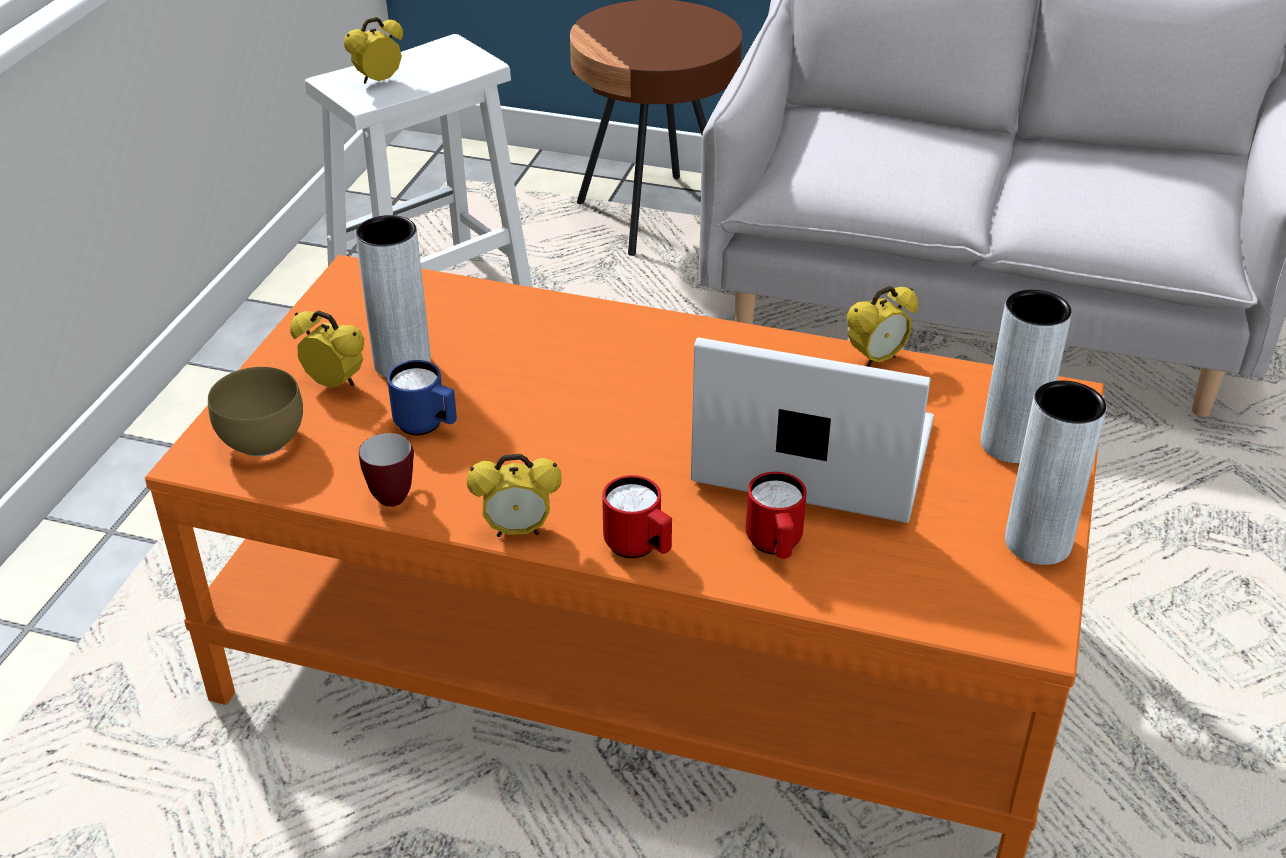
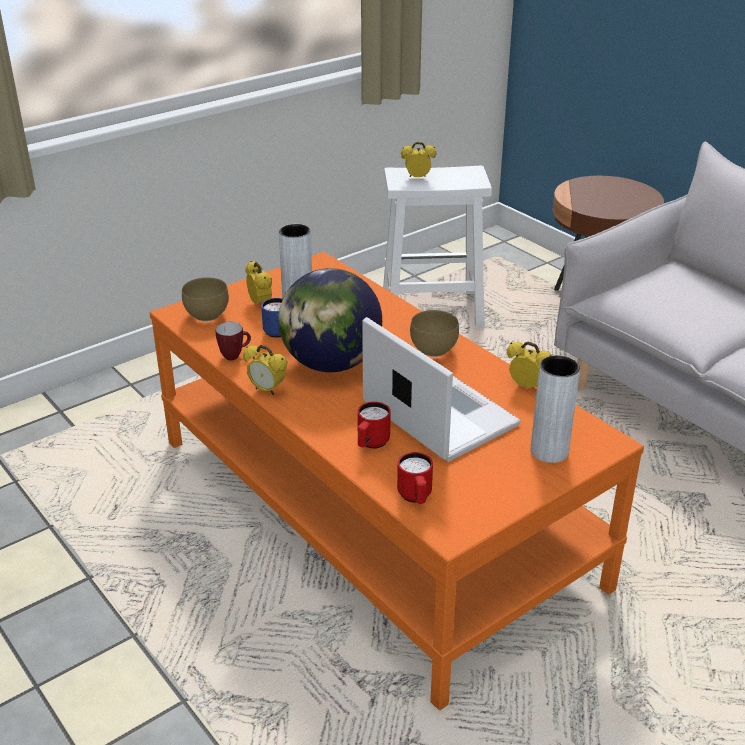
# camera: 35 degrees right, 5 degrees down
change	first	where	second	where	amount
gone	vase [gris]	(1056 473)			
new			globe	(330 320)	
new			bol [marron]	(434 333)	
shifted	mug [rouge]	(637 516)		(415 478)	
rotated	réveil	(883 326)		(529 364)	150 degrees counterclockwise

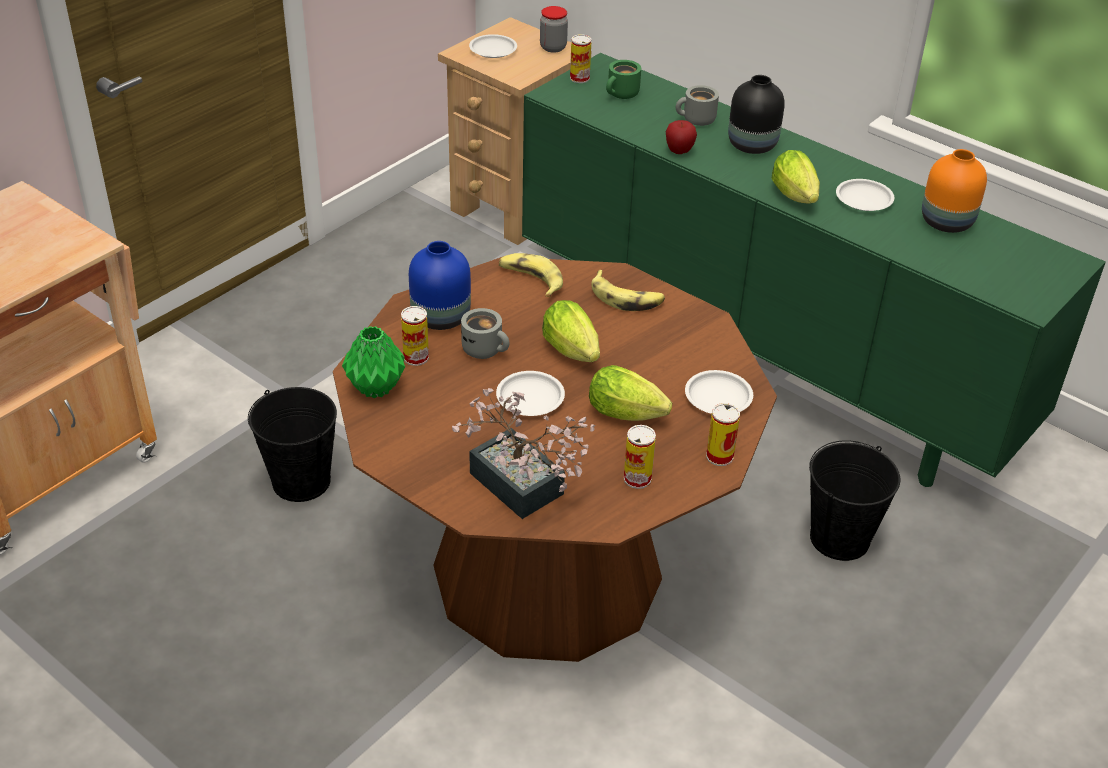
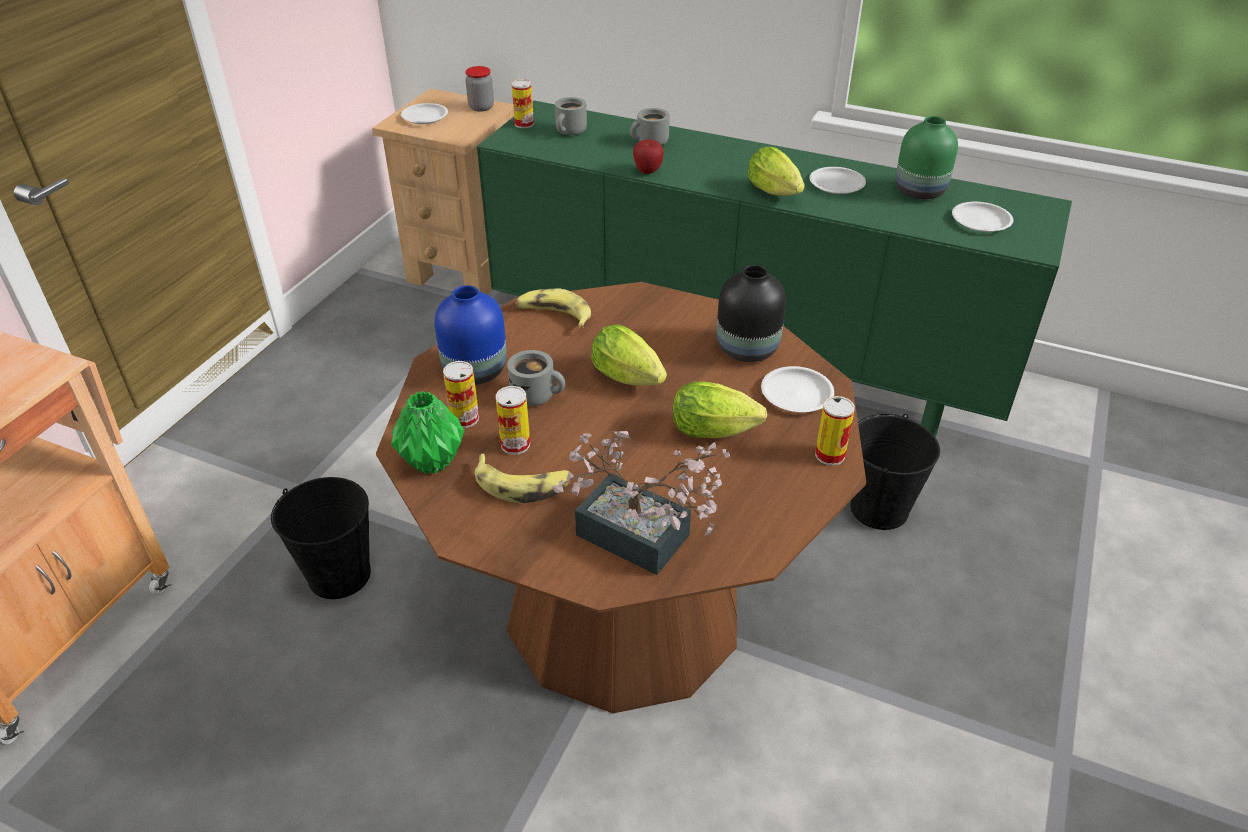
# camera: 15 degrees left, 0 degrees up
change	first	where	second	where	amount
shifted	assiette [blanc]	(530 393)		(982 217)	
shifted	banane	(628 290)		(522 478)	
shifted	boîte métallique	(640 457)		(513 420)	
shifted	vase [noir]	(756 114)		(751 313)	
repainted	mug [vert]	(623 79)	mug [gris]	(571 116)	
repainted	vase [orange]	(954 191)	vase [vert]	(926 158)	

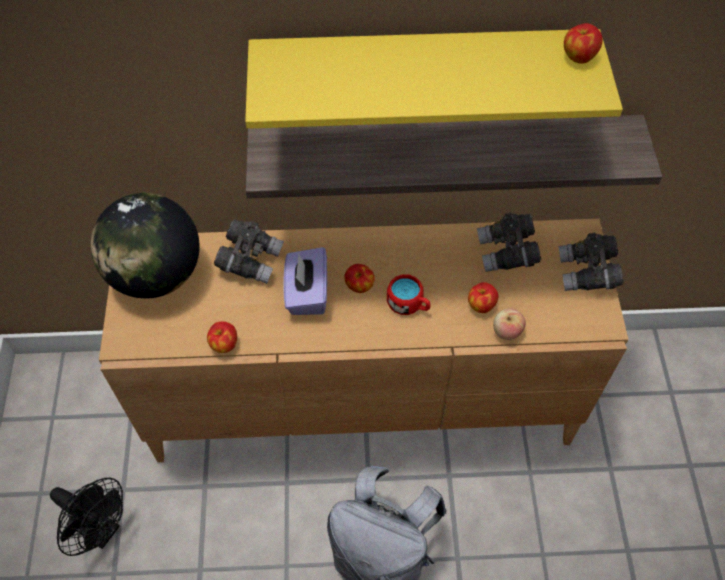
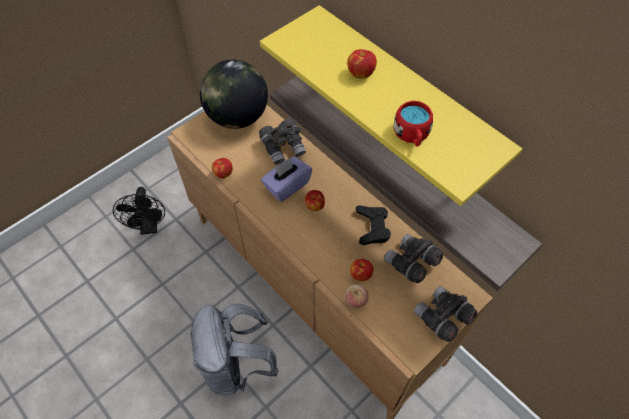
# camera: 50 degrees right, 0 degrees up
change	first	where	second	where	amount
new			manette [noir]	(373 225)	
shifted	mug [rouge]	(409 294)		(413 124)	
shifted	pomme	(583 43)		(362 64)	

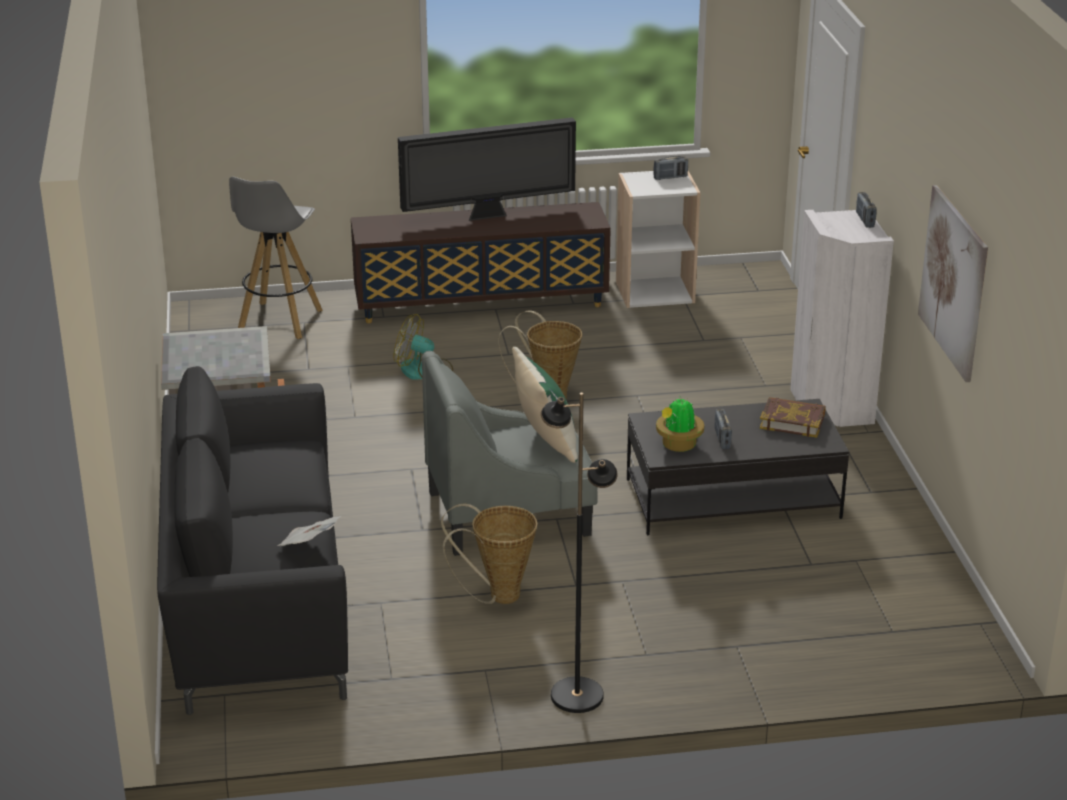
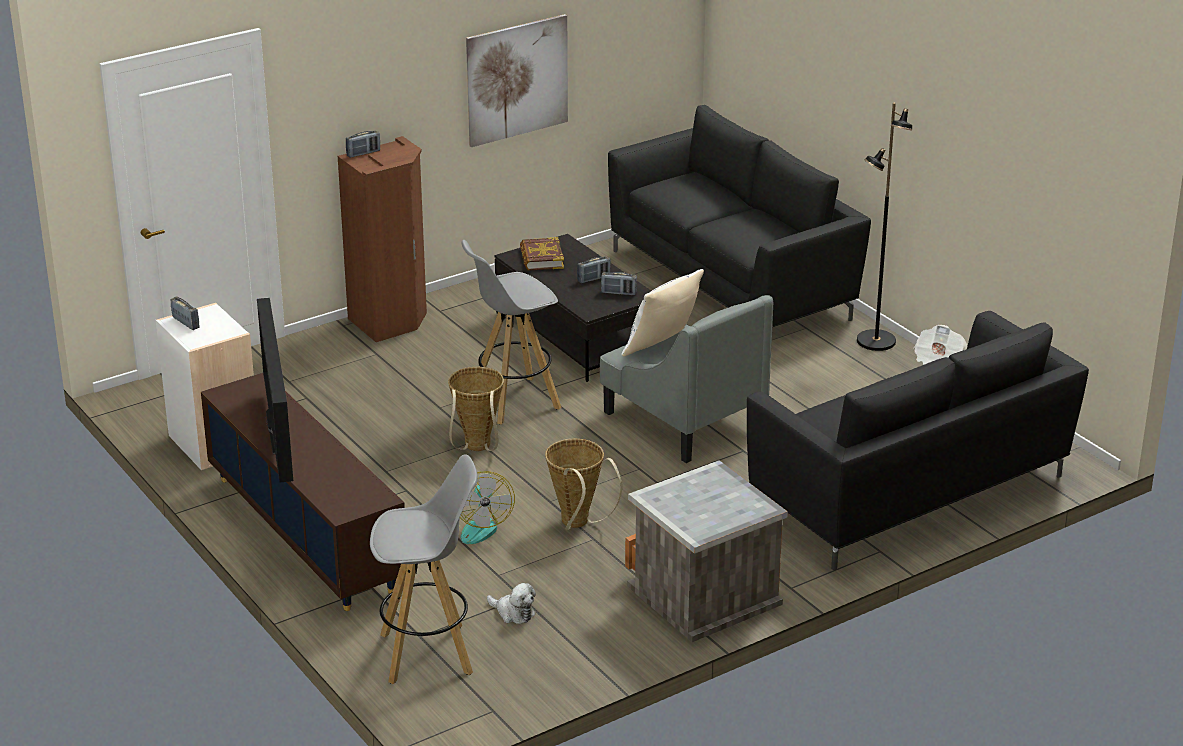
# camera: 115 degrees left, 0 degrees up
change	first	where	second	where	amount
new			tabouret [gris]	(511 332)	
new			peluche	(511 603)	
new			canapé [noir]	(739 216)	
shifted	panier	(489 554)		(583 484)	
swapped	plante en pot	(680 424)	radio	(619 283)	
repainted	coussin [vert]	(545 405)	coussin [blanc]	(662 313)	
repainted	meuble de rangement [blanc]	(842 318)	meuble de rangement [marron]	(382 239)	
rotated	téléviseur	(487 169)		(275 390)	150 degrees counterclockwise

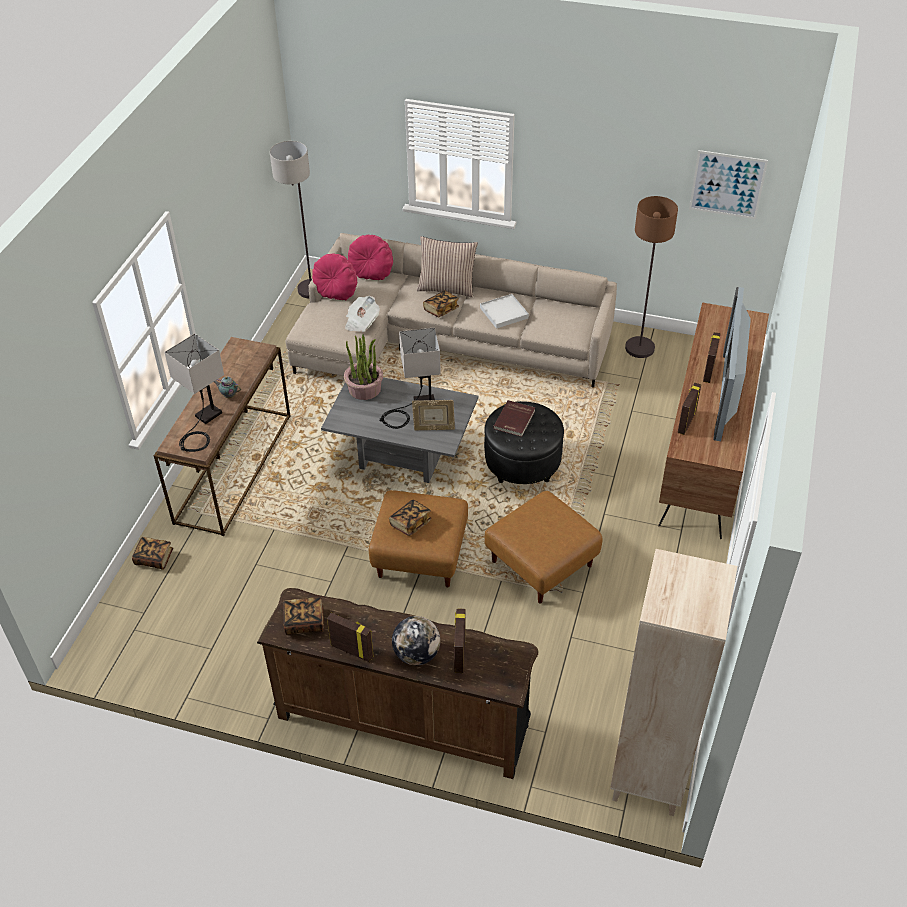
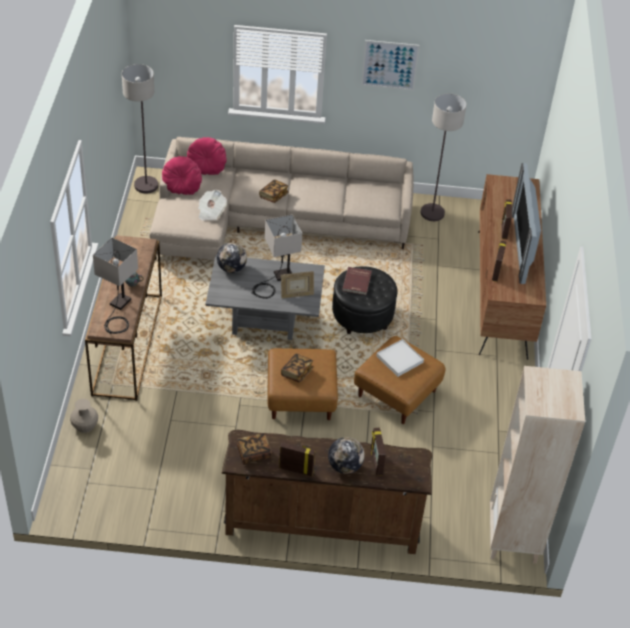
# camera: 15 degrees left, 0 degrees up
change	first	where	second	where	amount
gone	coussin	(447 267)			
shifted	plateau [blanc]	(504 311)		(400 358)	
shifted	tableau	(728 184)		(390 65)	
swapped	livre	(152 553)	vase [beige]	(84 416)	
swapped	plante en pot	(363 367)	globe	(232 257)	
repainted	lampadaire [marron]	(651 277)	lampadaire [gris]	(443 157)	

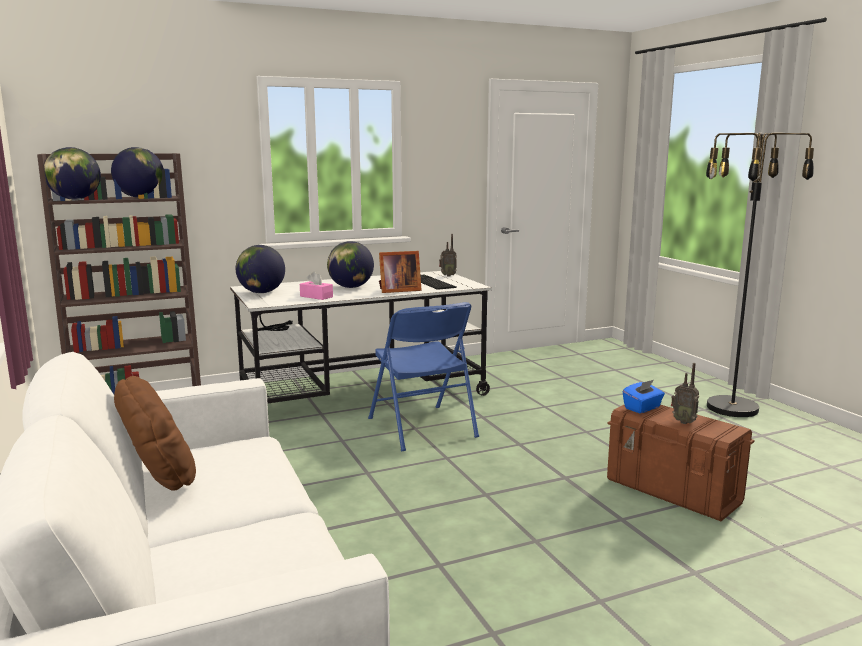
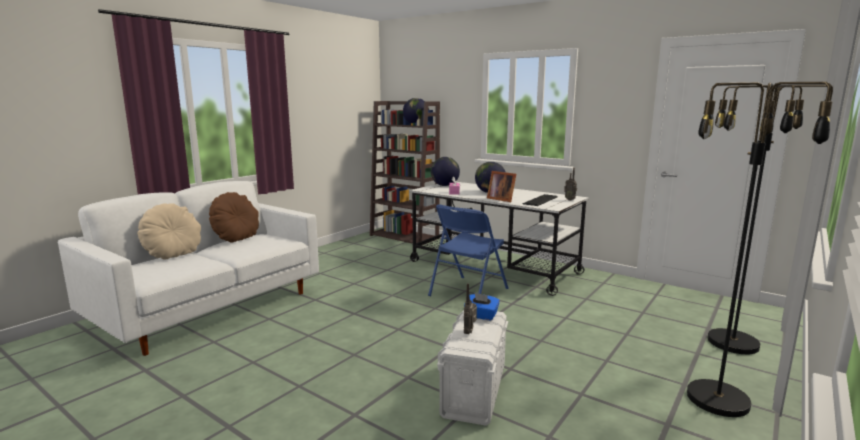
# camera: 60 degrees right, 0 degrees up
change	first	where	second	where	amount
gone	globe	(72 173)			
new			coussin [beige]	(169 231)	
new			lampadaire	(767 219)	
repainted	boîte de rangement [marron]	(680 462)	boîte de rangement [blanc]	(472 368)	

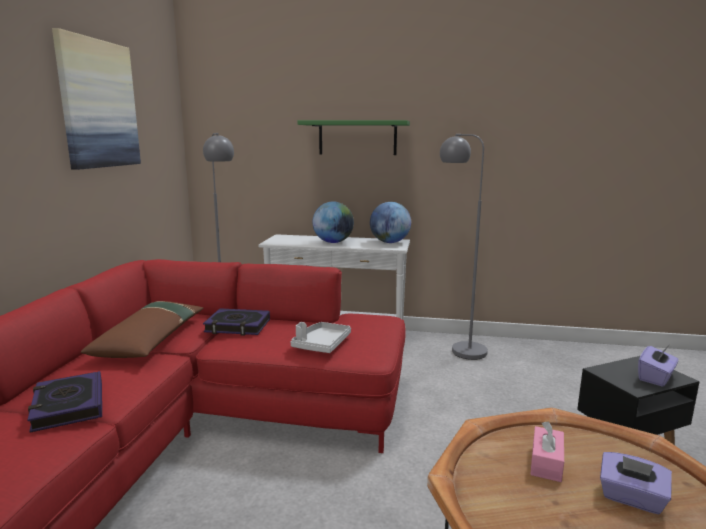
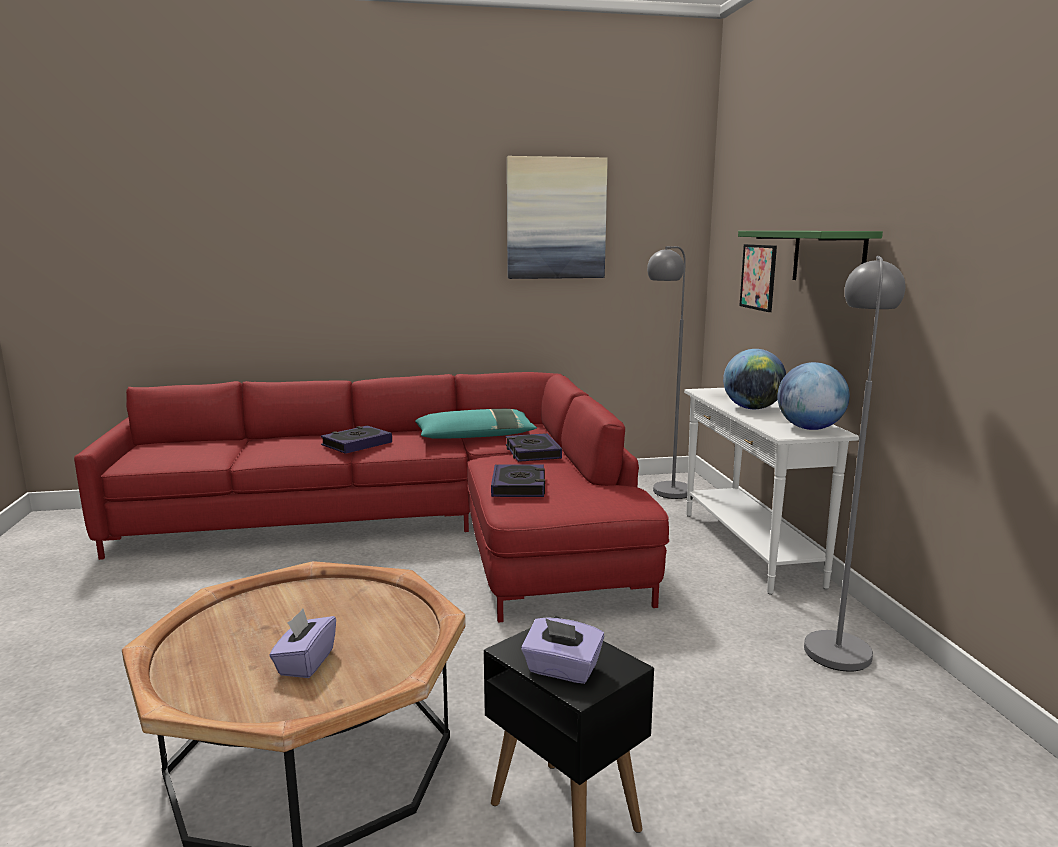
# camera: 70 degrees right, 0 degrees up
change	first	where	second	where	amount
gone	boîte à mouchoirs [rose]	(547 452)			
new			tableau	(758 278)	
swapped	plateau [gris]	(320 337)	livre	(518 480)	
repainted	coussin [marron]	(142 329)	coussin [turquoise]	(476 424)	

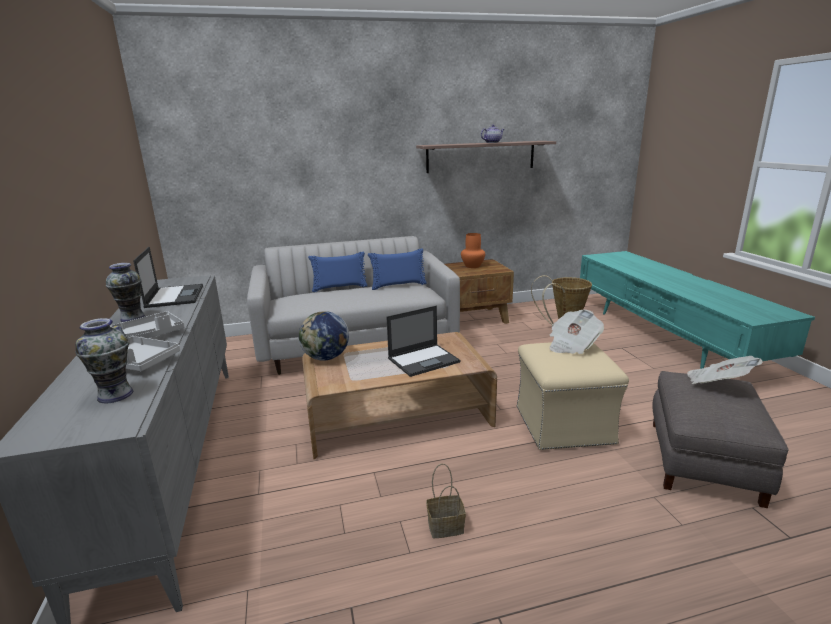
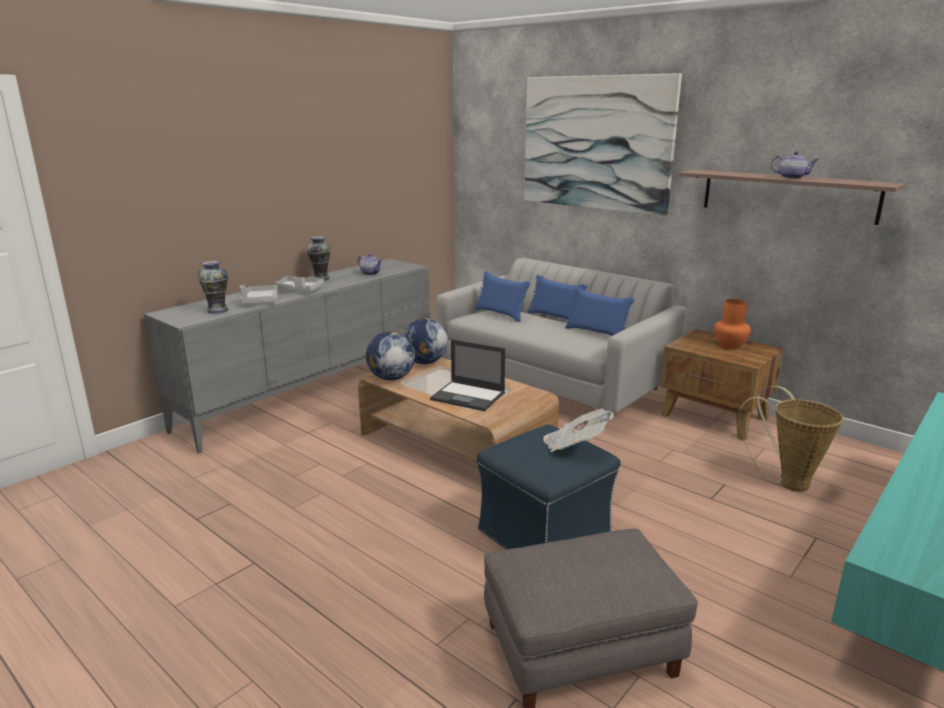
# camera: 55 degrees right, 0 degrees up
change	first	where	second	where	amount
gone	panier	(446 500)			
gone	journal	(724 370)			
new			globe	(390 355)	
new			coussin [bleu]	(503 296)	
new			tableau	(603 144)	
swapped	ordinateur portable	(168 277)	théière	(370 264)	
repainted	pouf [beige]	(573 396)	pouf [bleu]	(549 486)	

